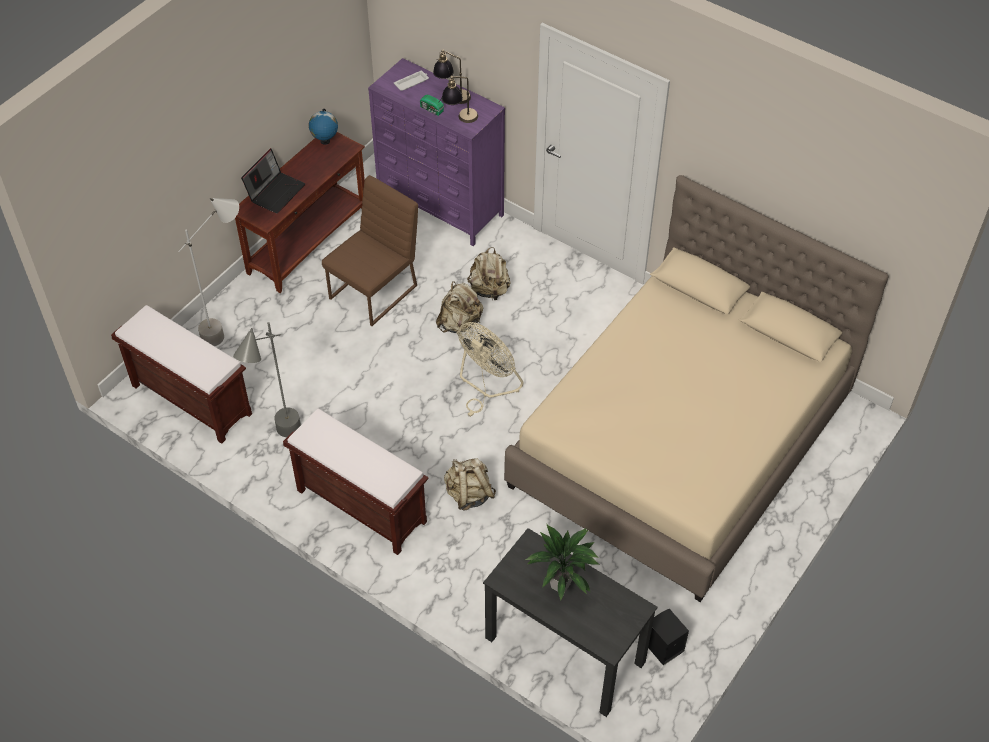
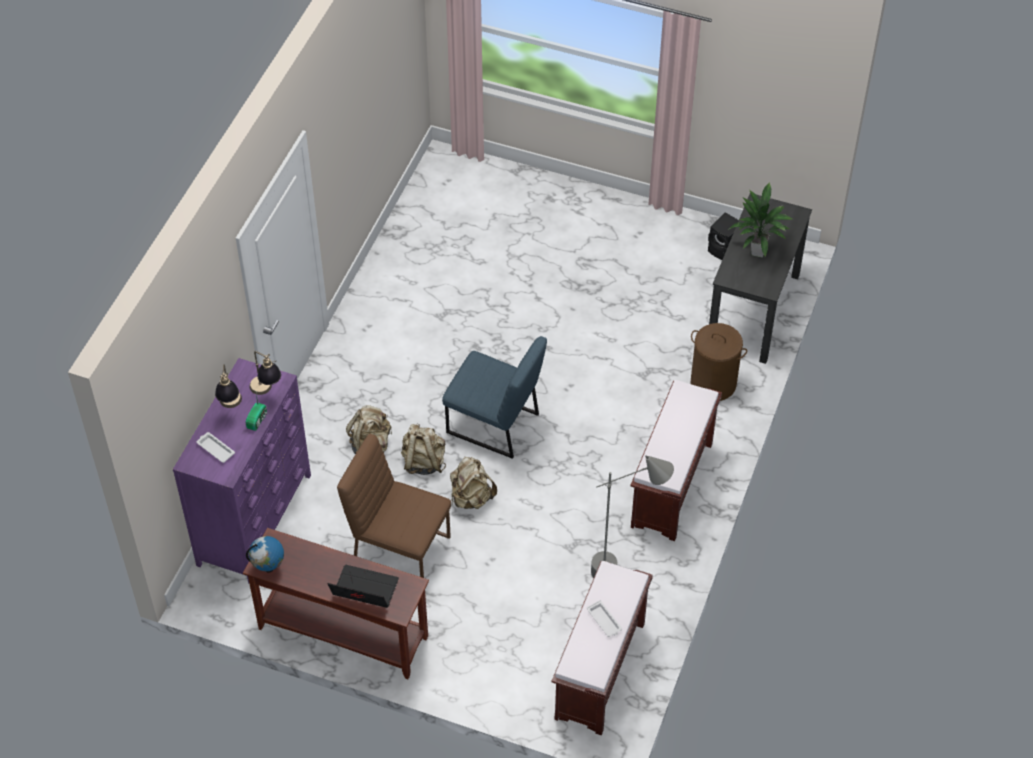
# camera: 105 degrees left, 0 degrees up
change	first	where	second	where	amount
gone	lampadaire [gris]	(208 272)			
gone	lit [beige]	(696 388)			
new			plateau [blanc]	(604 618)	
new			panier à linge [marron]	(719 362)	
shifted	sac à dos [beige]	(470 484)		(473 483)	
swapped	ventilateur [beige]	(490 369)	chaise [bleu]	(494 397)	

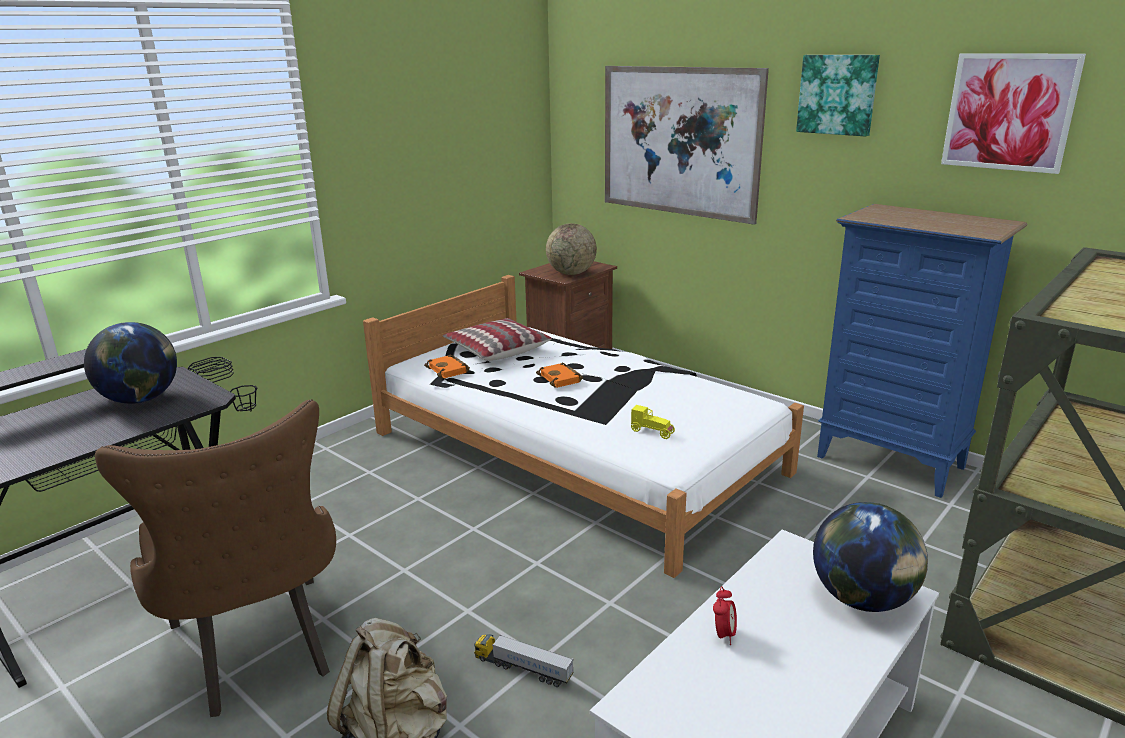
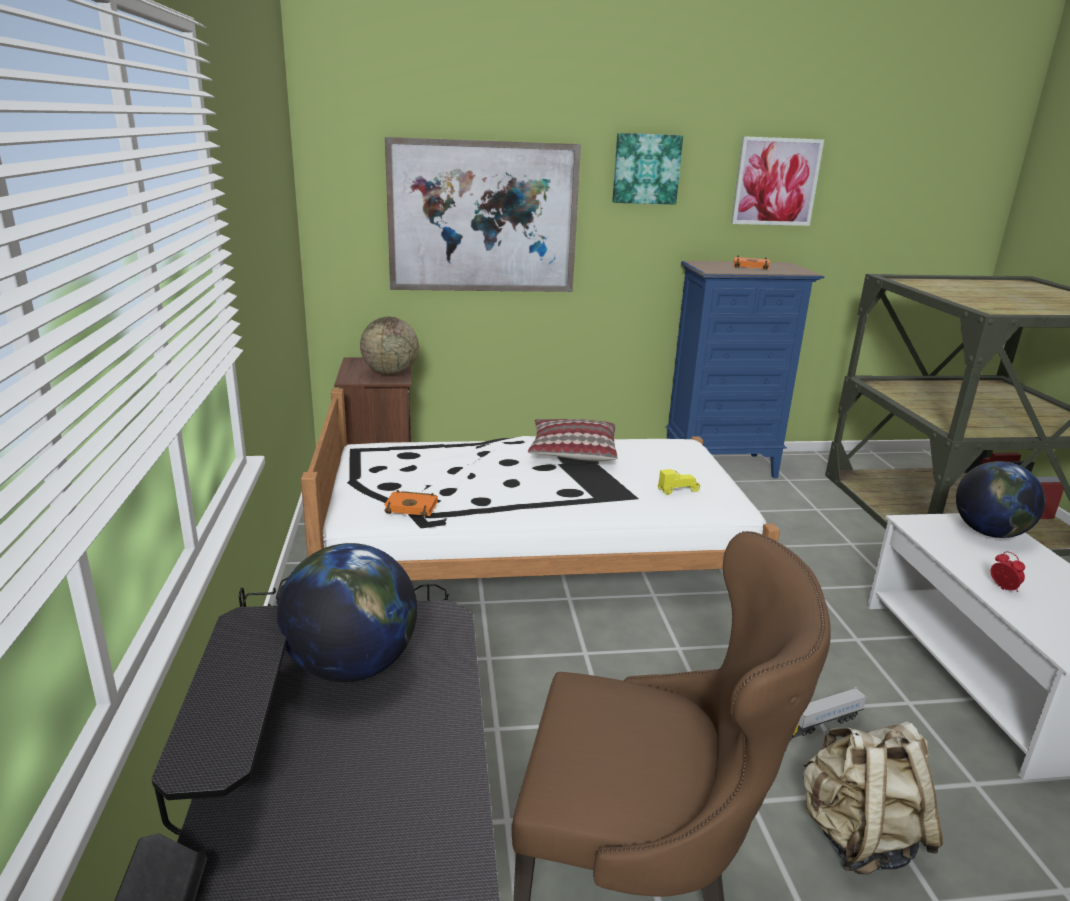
# camera: 50 degrees left, 0 degrees up
change	first	where	second	where	amount
shifted	coussin	(497 339)		(572 440)	
shifted	livre [orange]	(559 375)		(751 262)	

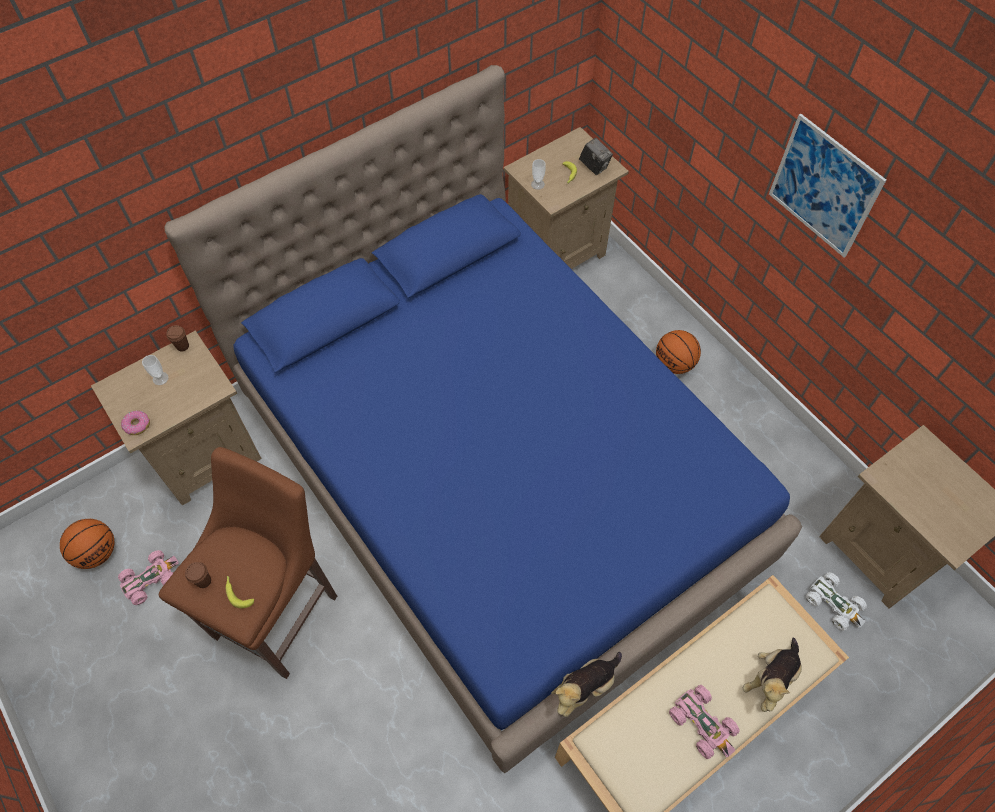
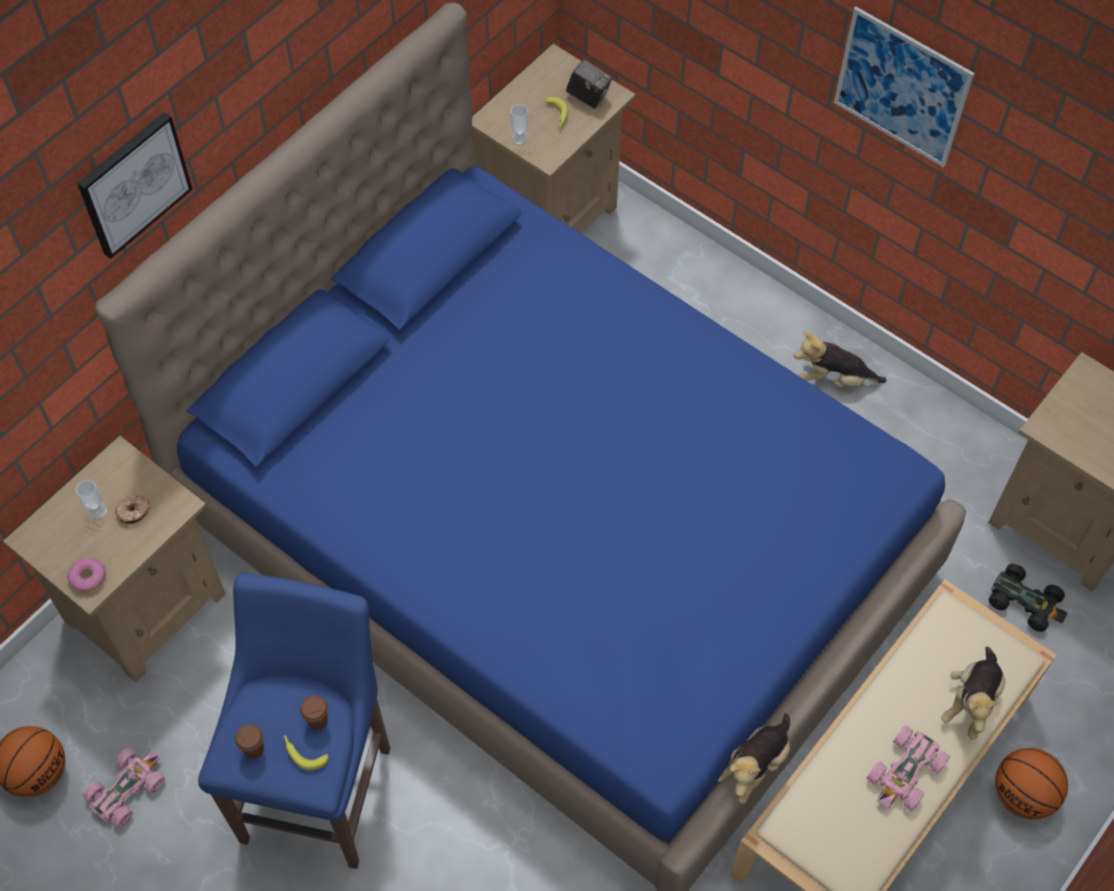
# camera: 15 degrees left, 0 degrees up
change	first	where	second	where	amount
new			tableau	(135 185)	
new			beignet	(132 510)	
new			peluche	(840 359)	
shifted	tasse [marron]	(177 338)		(314 712)	
shifted	ballon de basket	(678 352)		(1031 784)	
repainted	tabouret [marron]	(248 563)	tabouret [bleu]	(294 721)	
repainted	petite voiture [blanc]	(836 601)	petite voiture [noir]	(1028 598)	
rotated	petite voiture [rose]	(704 722)		(908 768)	90 degrees clockwise

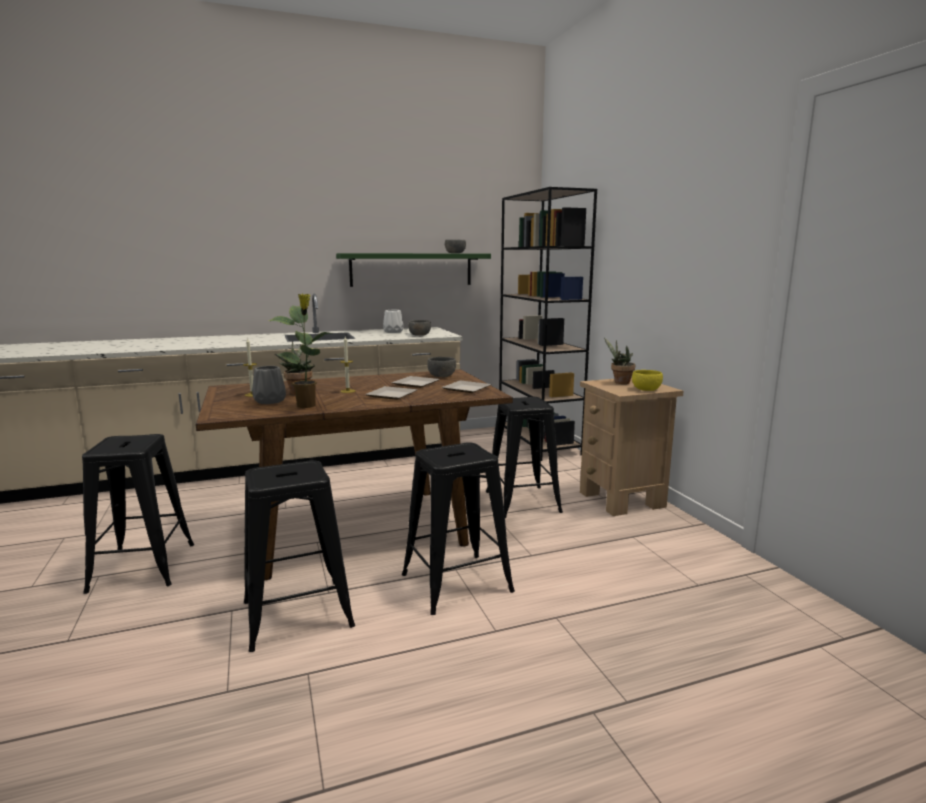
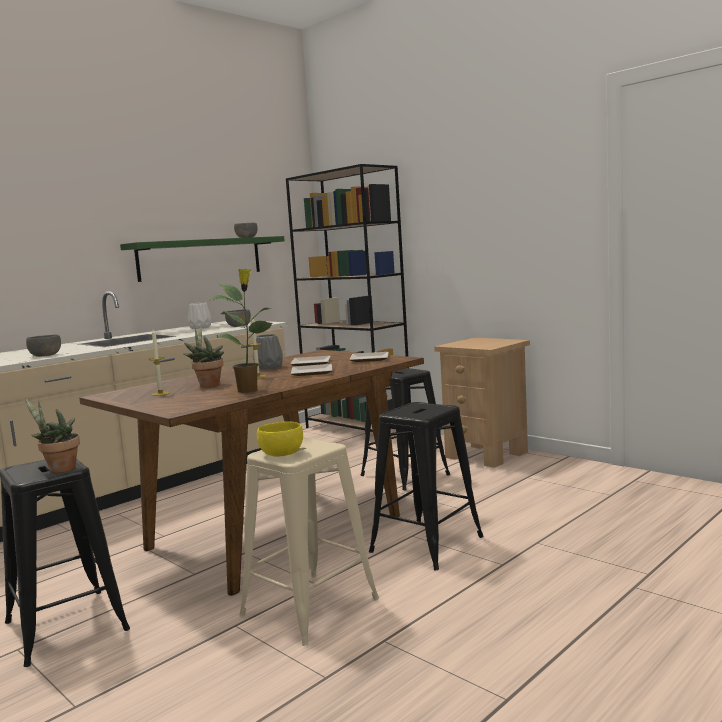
# camera: 25 degrees left, 5 degrees down
change	first	where	second	where	amount
shifted	vase [gris]	(269 385)		(268 352)	
shifted	bol [gris]	(441 367)		(43 346)	
shifted	plante en pot	(619 361)		(52 435)	
shifted	bol [jaune]	(647 380)		(280 439)	
repainted	tabouret [noir]	(299 556)	tabouret [beige]	(309 542)	

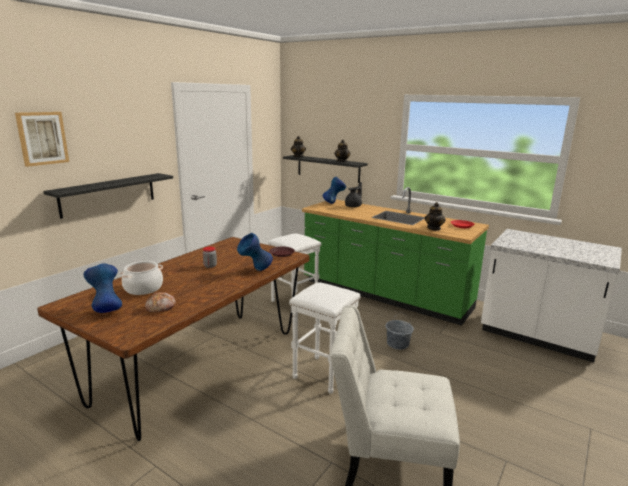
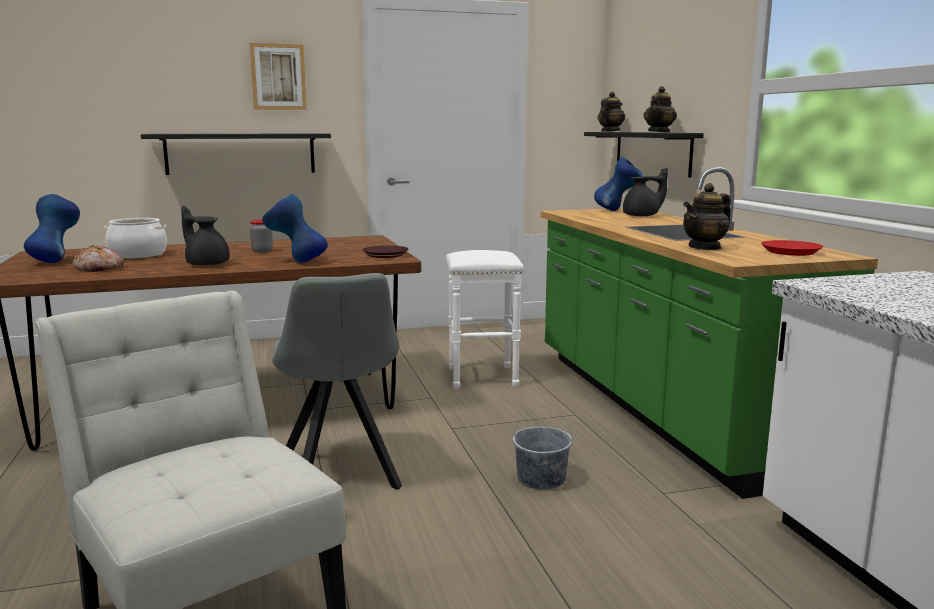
# camera: 40 degrees right, 5 degrees down
change	first	where	second	where	amount
new			théière [noir]	(205 236)	
shifted	tableau	(42 139)		(278 76)	
swapped	tabouret [blanc]	(324 338)	chaise [gris]	(337 381)	

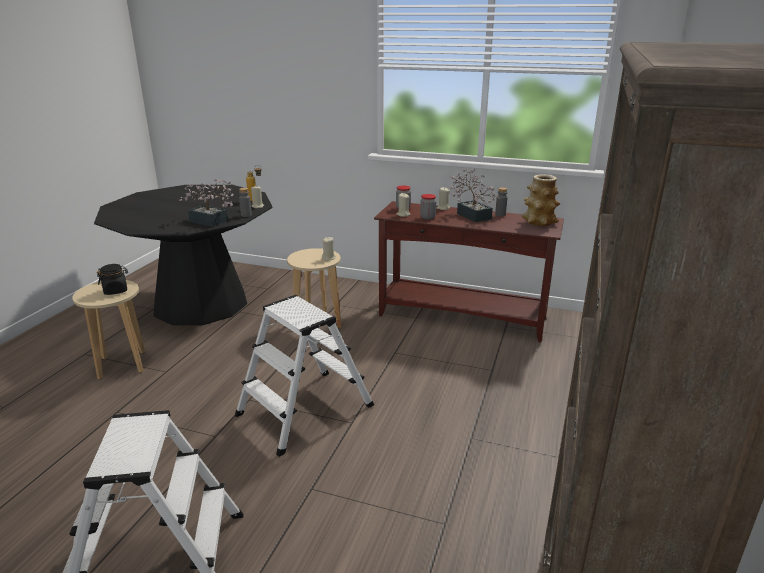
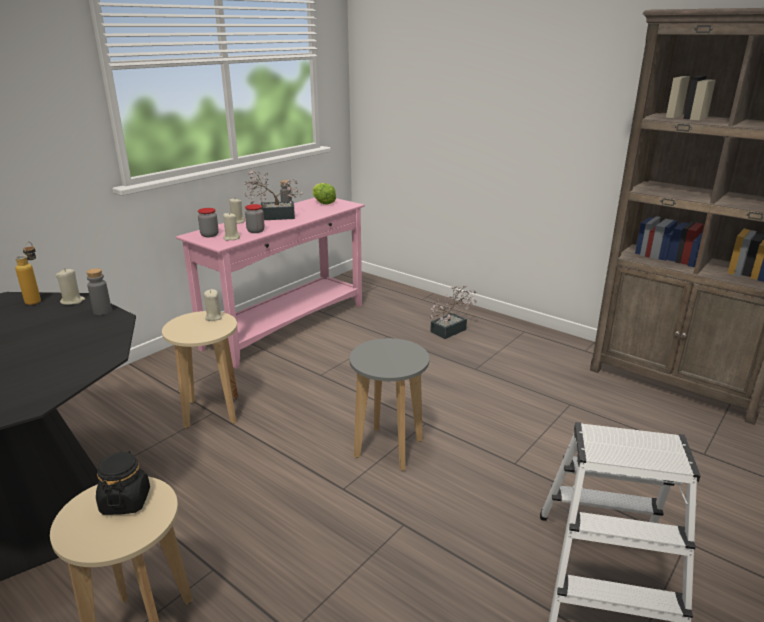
# camera: 70 degrees left, 0 degrees up
change	first	where	second	where	amount
shifted	plante en pot	(206 203)		(453 312)	
swapped	escabeau [blanc]	(304 376)	tabouret [gris]	(389 404)	
swapped	vase	(540 200)	laitue	(324 194)	
repainted	table console [marron]	(469 271)	table console [rose]	(270 283)	

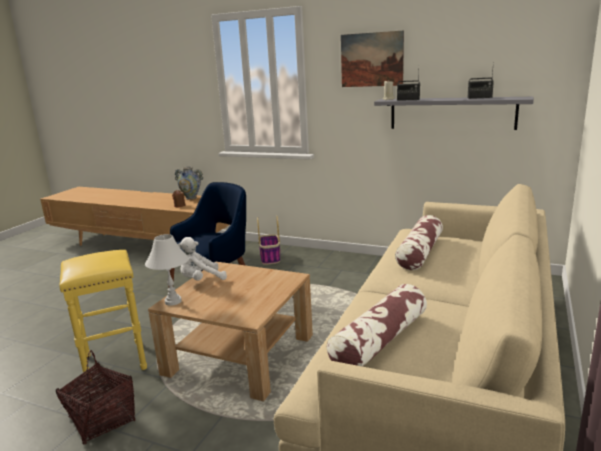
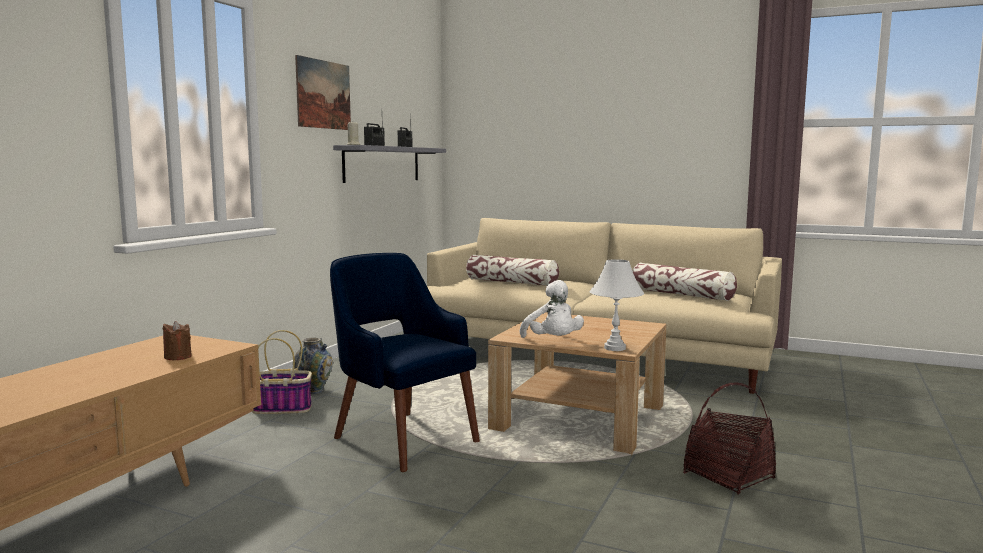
# camera: 90 degrees left, 10 degrees down
change	first	where	second	where	amount
gone	tabouret [jaune]	(103 316)			
shifted	vase	(189 182)		(313 366)	

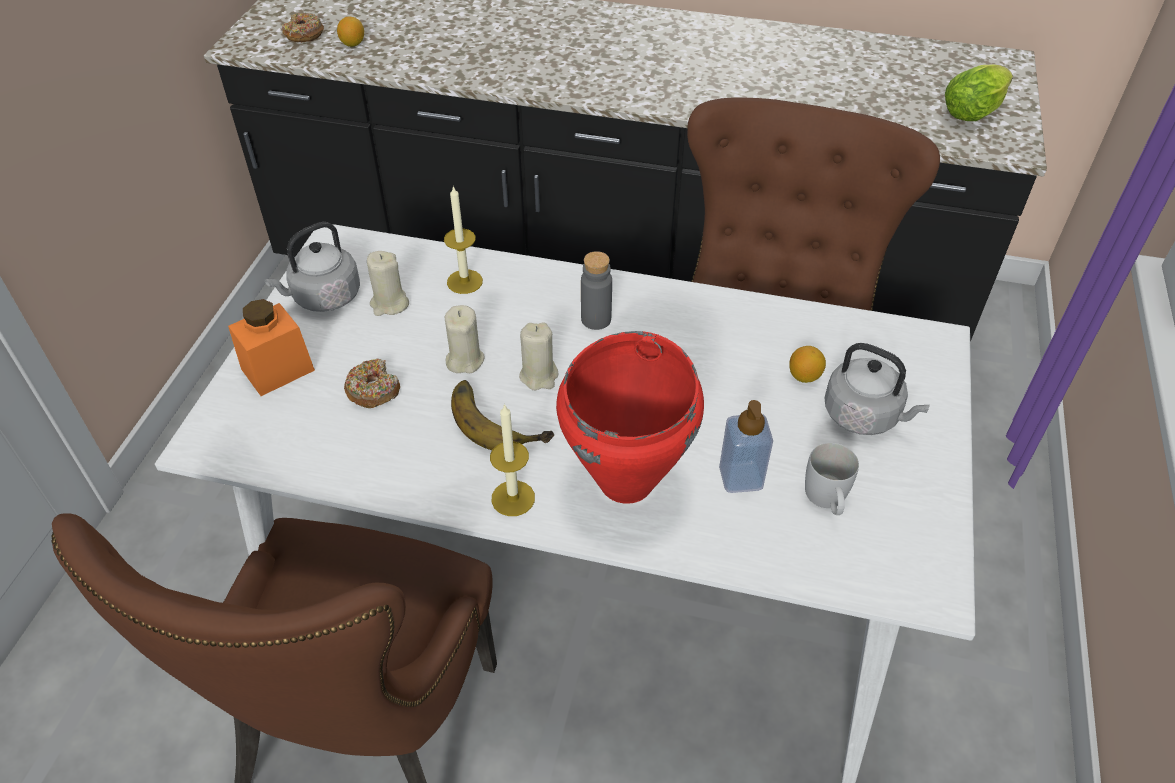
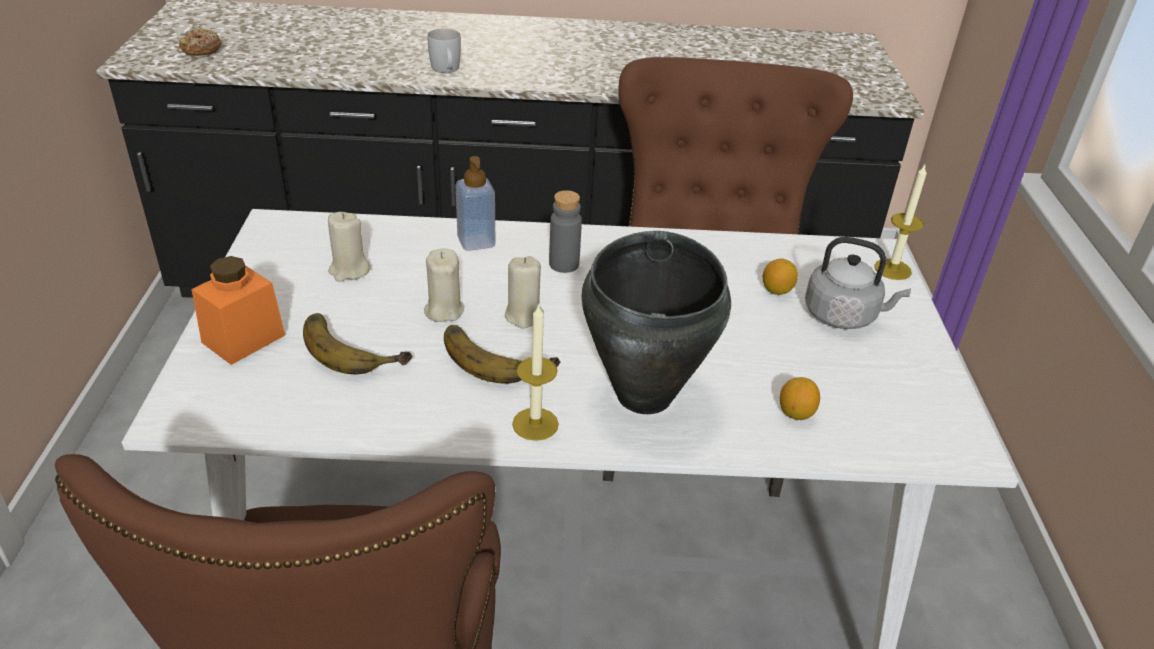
# camera: 15 degrees left, 10 degrees down
change	first	where	second	where	amount
gone	bouilloire [gris]	(312 267)			
gone	laitue	(979 92)			
shifted	citron	(350 32)		(800 398)	
shifted	bougie	(463 240)		(900 222)	
shifted	distributeur de savon	(746 446)		(475 203)	
shifted	mug [blanc]	(832 479)		(444 51)	
swapped	beignet	(372 383)	banane	(357 344)	
repainted	marmite [rouge]	(630 417)	marmite [noir]	(656 322)	

